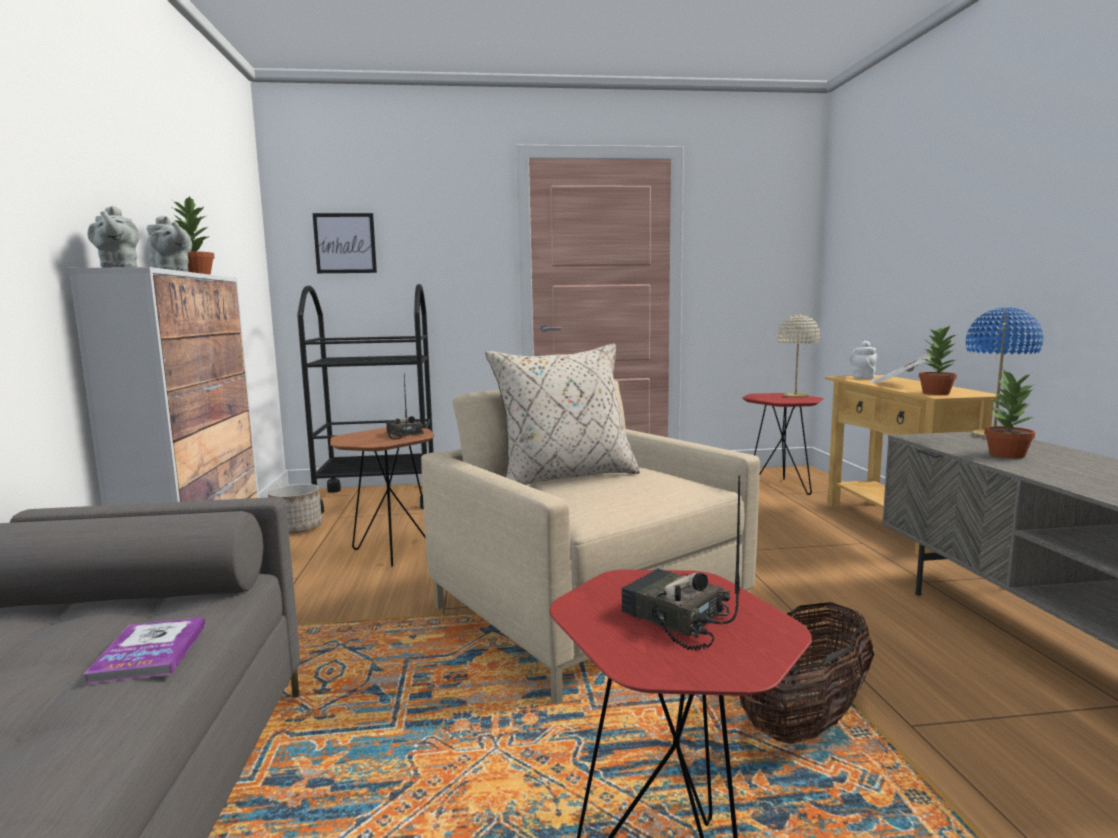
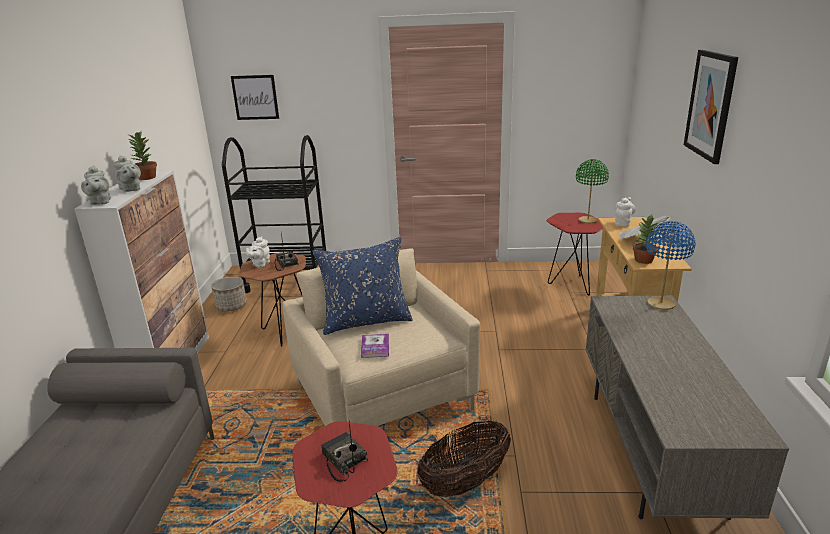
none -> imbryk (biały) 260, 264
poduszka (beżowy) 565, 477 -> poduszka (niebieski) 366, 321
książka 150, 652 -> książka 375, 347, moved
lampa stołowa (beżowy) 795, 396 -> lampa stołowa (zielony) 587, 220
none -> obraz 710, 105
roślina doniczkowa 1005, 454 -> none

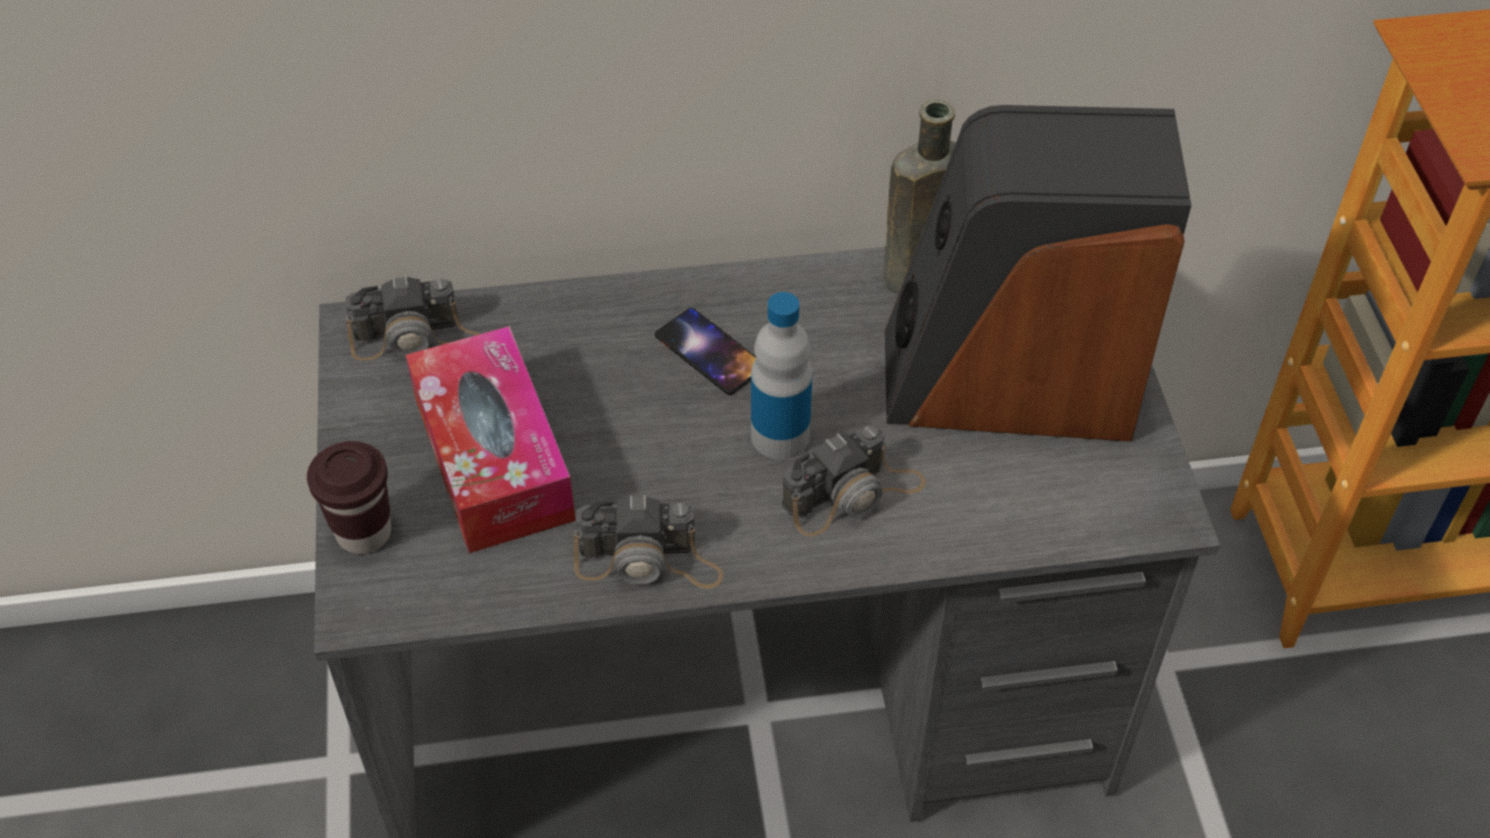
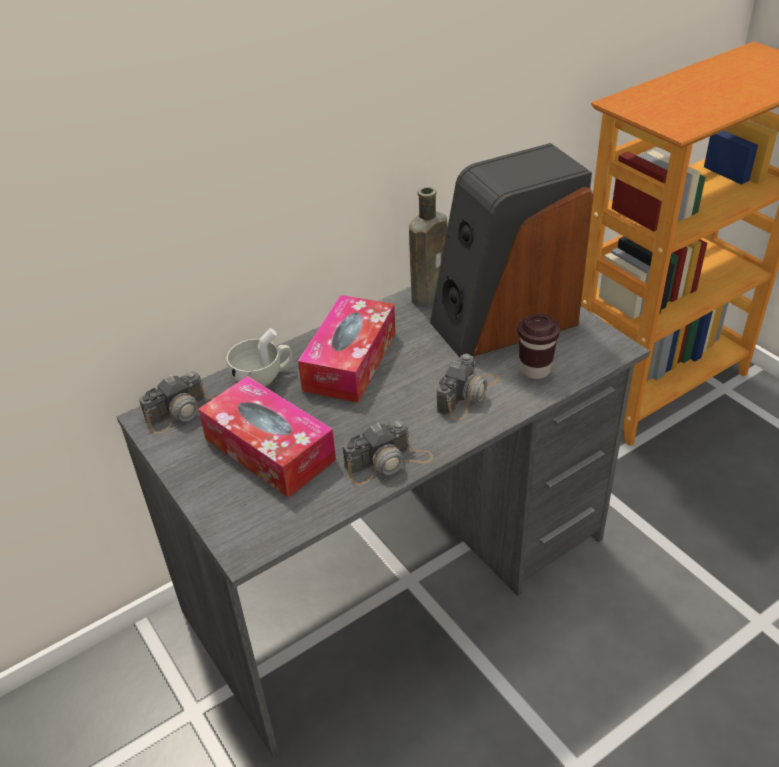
none -> filiżanka (biały) 263, 377
telefon 710, 352 -> pudełko chusteczek 350, 361
filiżanka (brązowy) 364, 533 -> filiżanka (brązowy) 535, 370, moved
butelka 780, 436 -> none

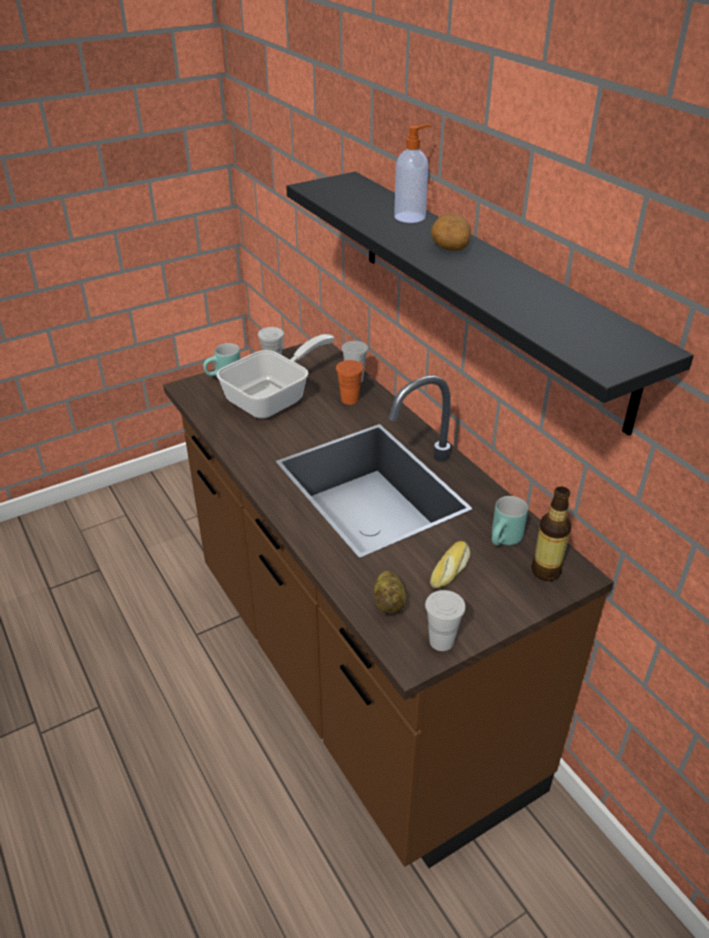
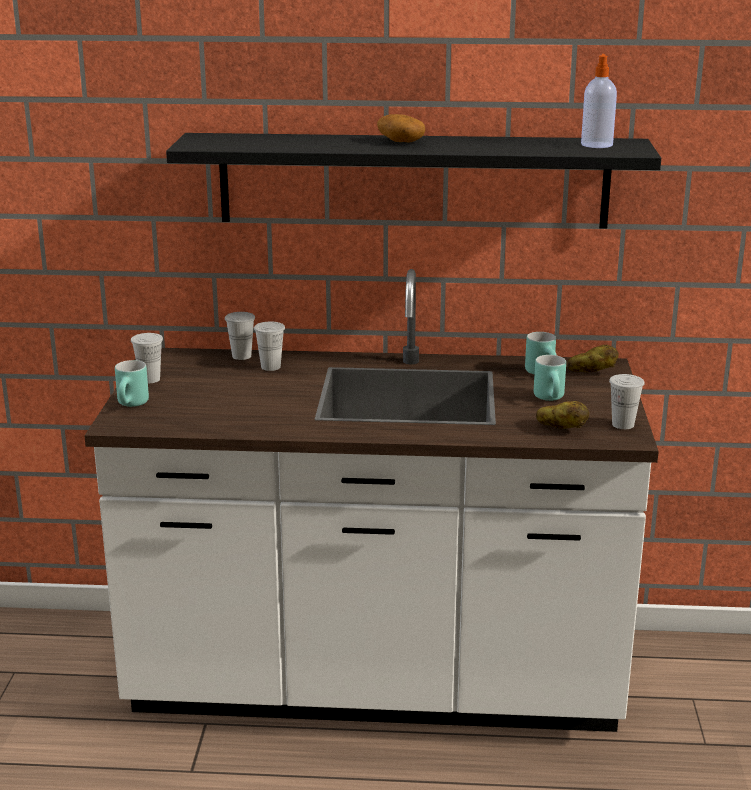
zabudowa kuchenna (brązowy) 354, 676 -> zabudowa kuchenna (biały) 375, 685
filiżanka (pomarańczowy) 349, 399 -> filiżanka (biały) 270, 367
chleb 451, 570 -> kubek (turkusowy) 552, 399
butelka 545, 571 -> ziemniak 592, 372
dozownik mydła 411, 217 -> dozownik mydła 596, 144, moved
patelnia 274, 398 -> none

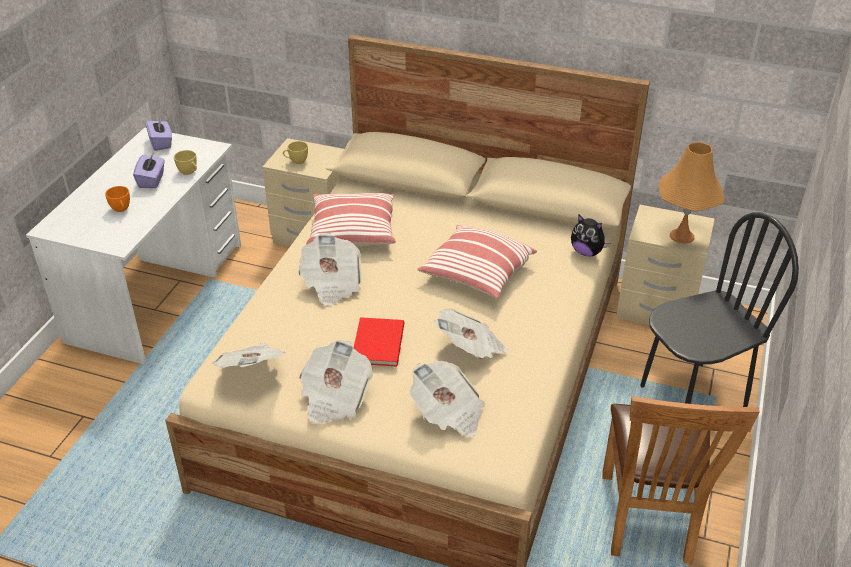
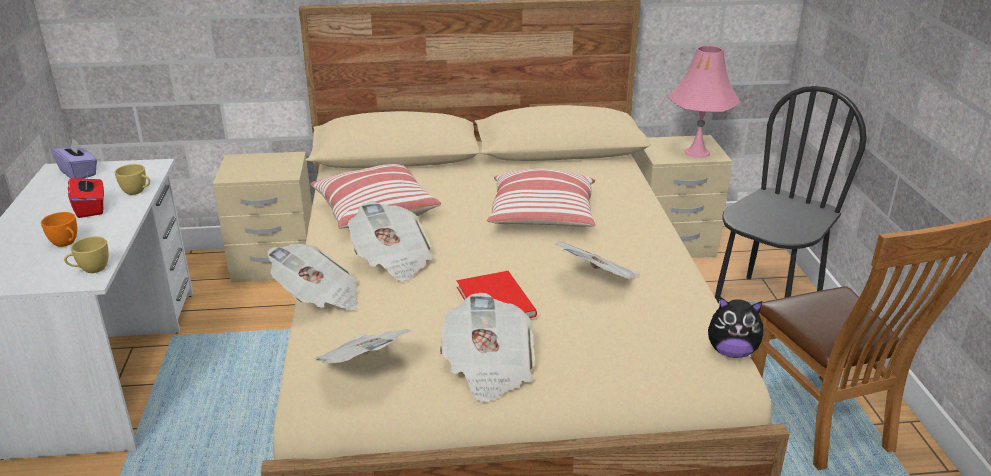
filiżanka (żółty) 296, 161 -> filiżanka (żółty) 90, 269, moved
pudełko chusteczek (fioletowy) 152, 180 -> pudełko chusteczek (czerwony) 91, 208
gazeta 448, 413 -> gazeta 319, 298, moved
lampa stołowa (pomarańczowy) 682, 236 -> lampa stołowa (różowy) 697, 152
pluszak 587, 252 -> pluszak 731, 352, moved

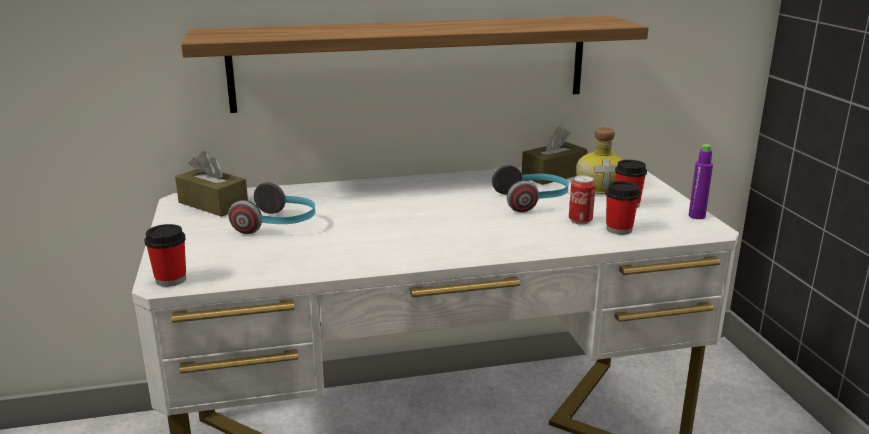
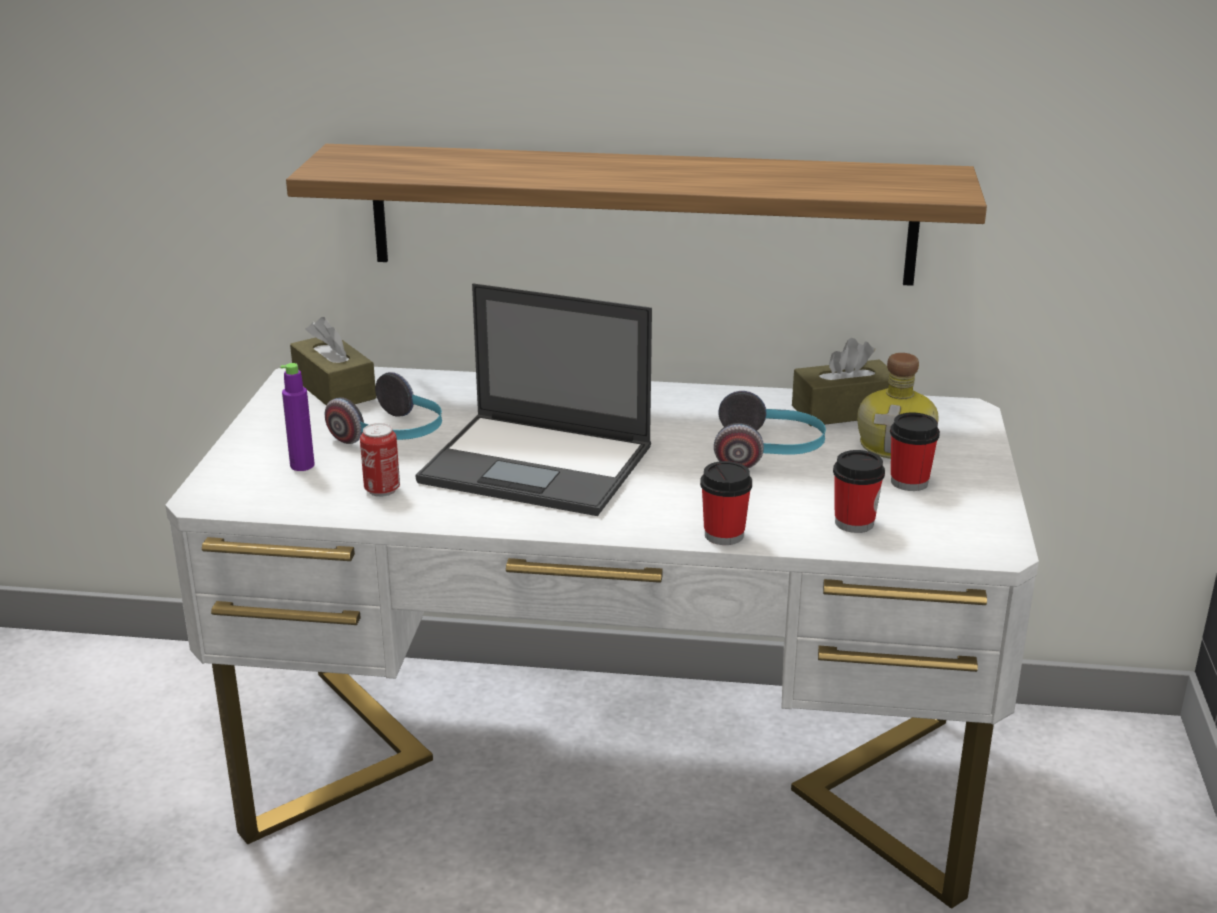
butelka (fioletowy) 696, 216 -> butelka (fioletowy) 302, 465, moved
puszka 580, 221 -> puszka 382, 490, moved
none -> laptop 539, 465
filiżanka 171, 280 -> filiżanka 724, 535, moved

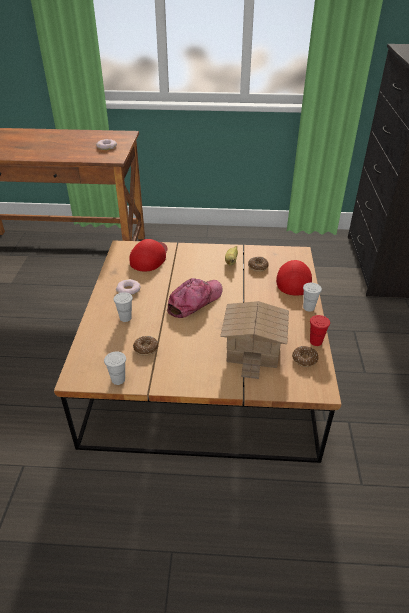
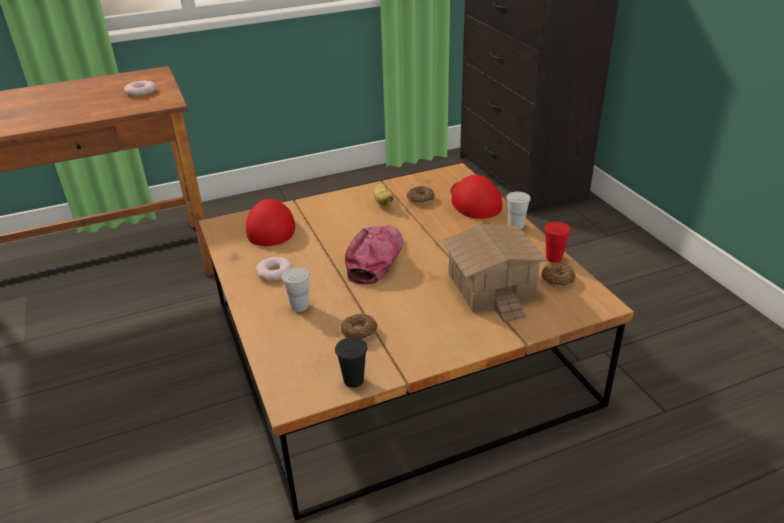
filiżanka (biały) 118, 379 -> filiżanka (czarny) 353, 380

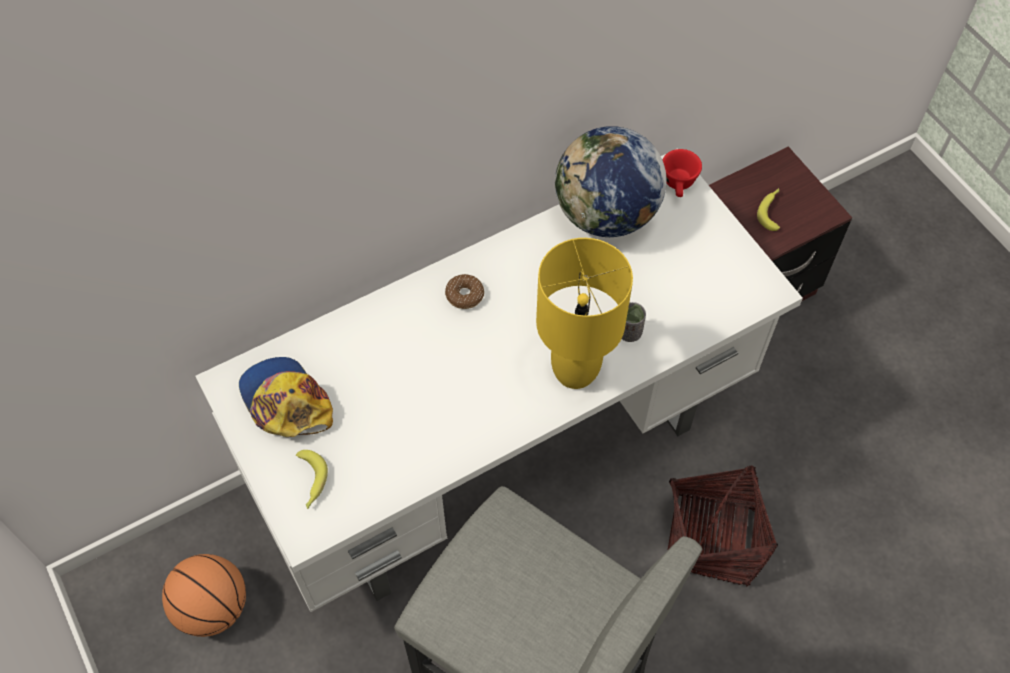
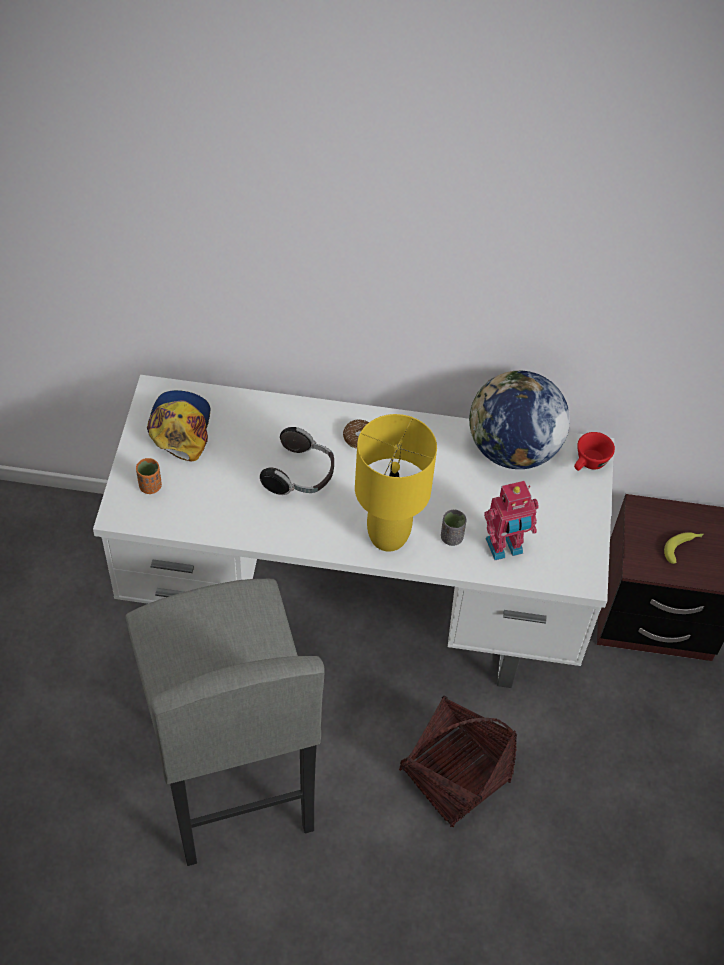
banan 310, 482 -> filiżanka (pomarańczowy) 150, 486
none -> słuchawki 300, 475
none -> robot zabawkowy 505, 548
piłka do koszykówki 213, 607 -> none

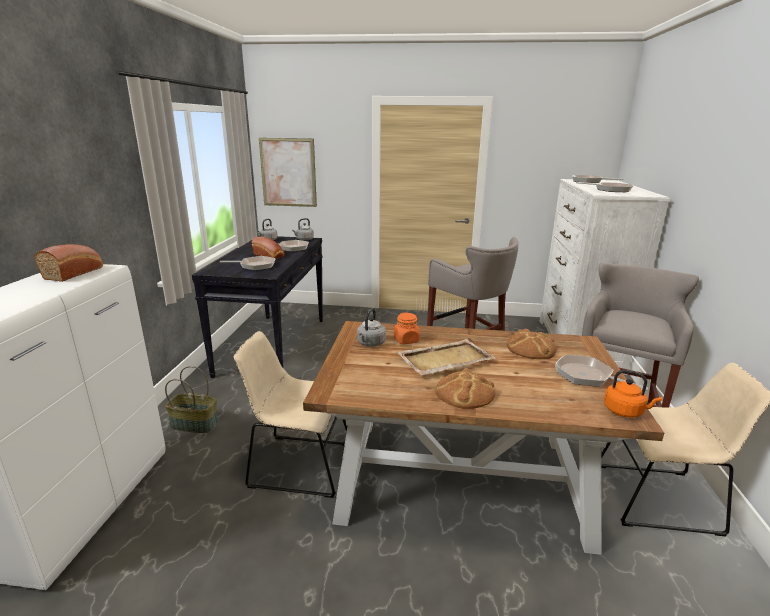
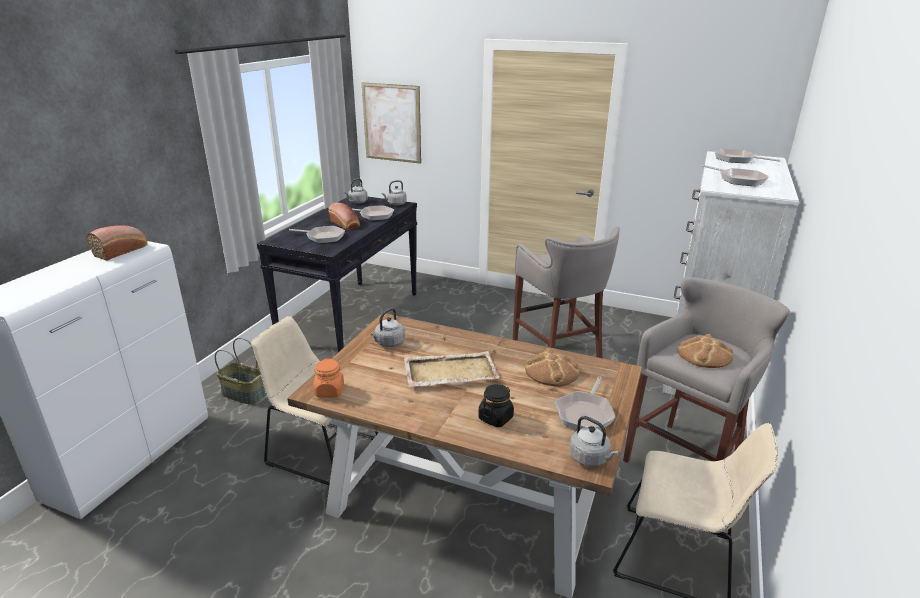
słoik (pomarańczowy) 406, 340 -> słoik (pomarańczowy) 329, 391, moved
none -> słoik (czarny) 495, 418
patelnia 587, 376 -> patelnia 585, 413, 120 degrees counterclockwise
czajnik (pomarańczowy) 625, 411 -> czajnik (szary) 590, 458
chleb 464, 392 -> chleb 704, 354, moved

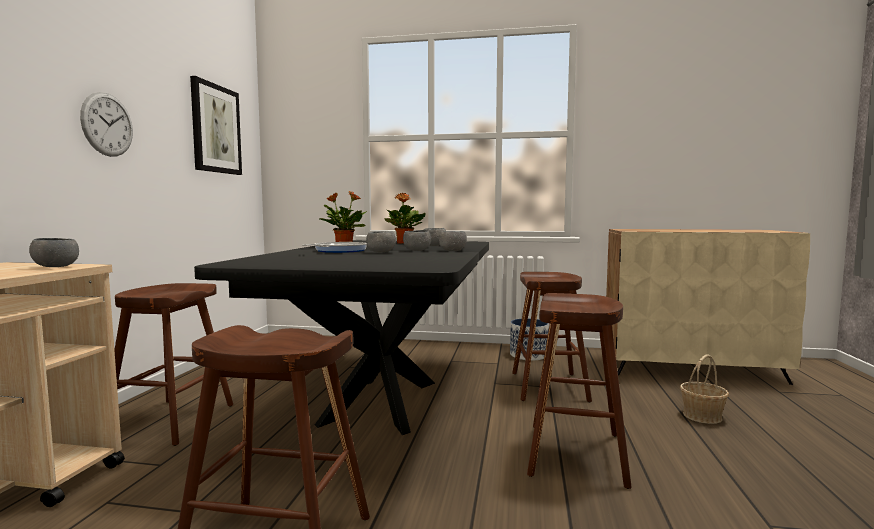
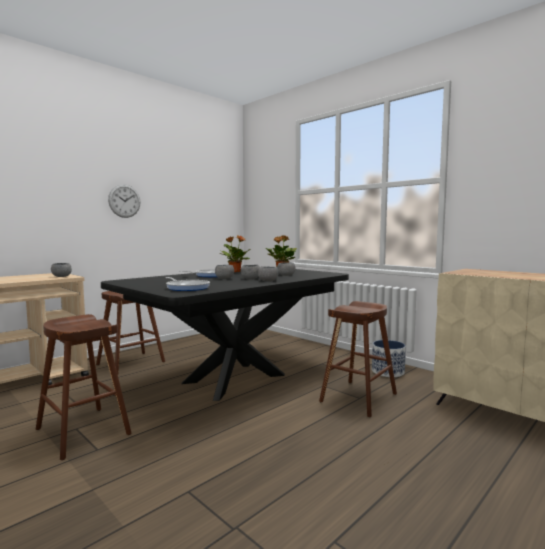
none -> patelnia 187, 288
obraz 215, 129 -> none
stołek (brązowy) 575, 453 -> none
koszyk 702, 416 -> none

